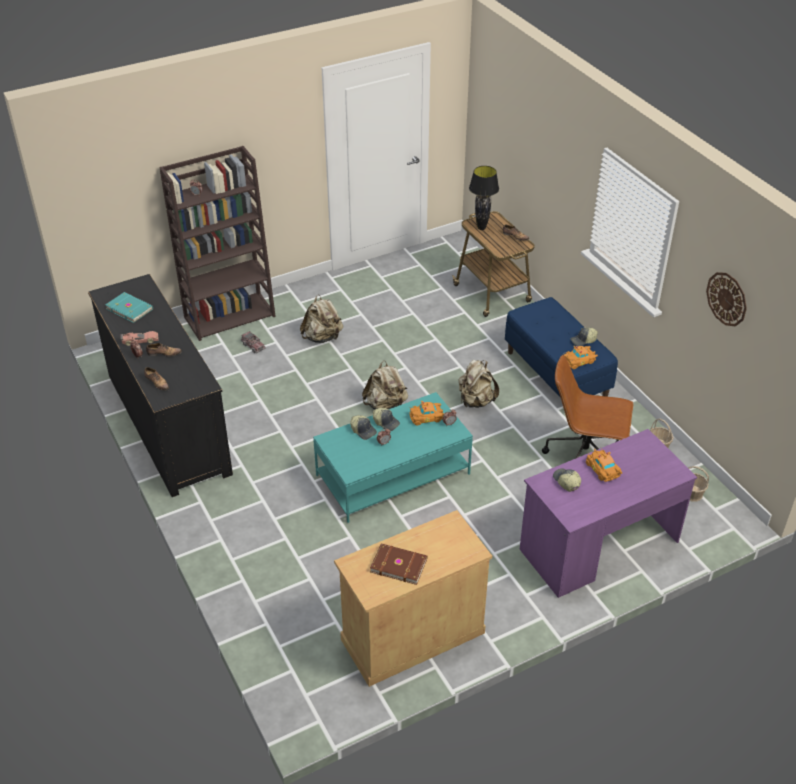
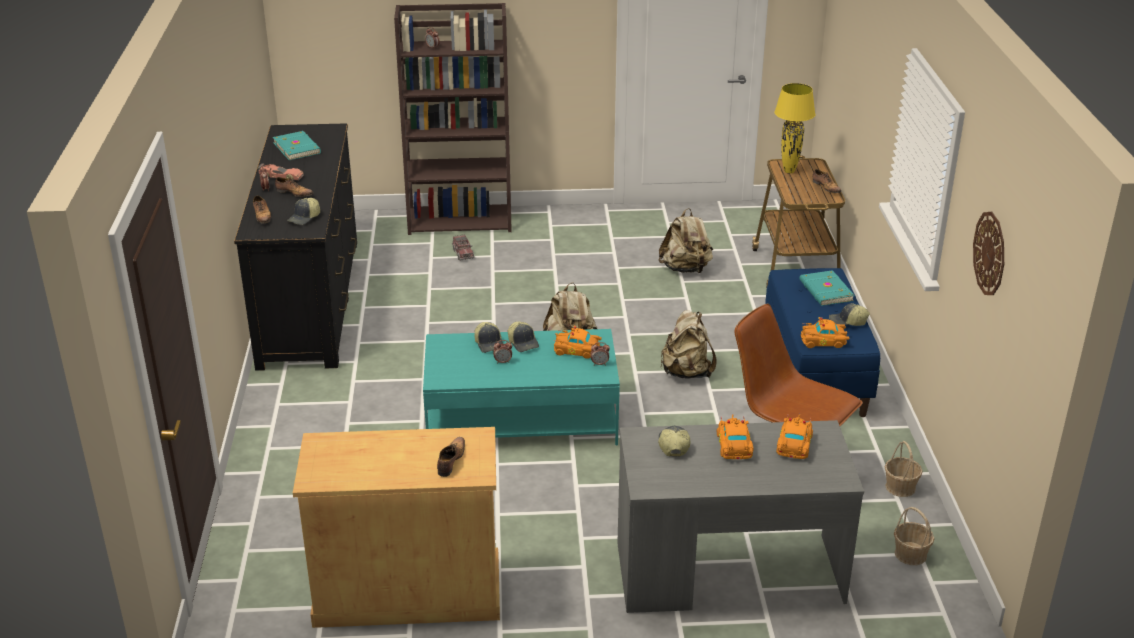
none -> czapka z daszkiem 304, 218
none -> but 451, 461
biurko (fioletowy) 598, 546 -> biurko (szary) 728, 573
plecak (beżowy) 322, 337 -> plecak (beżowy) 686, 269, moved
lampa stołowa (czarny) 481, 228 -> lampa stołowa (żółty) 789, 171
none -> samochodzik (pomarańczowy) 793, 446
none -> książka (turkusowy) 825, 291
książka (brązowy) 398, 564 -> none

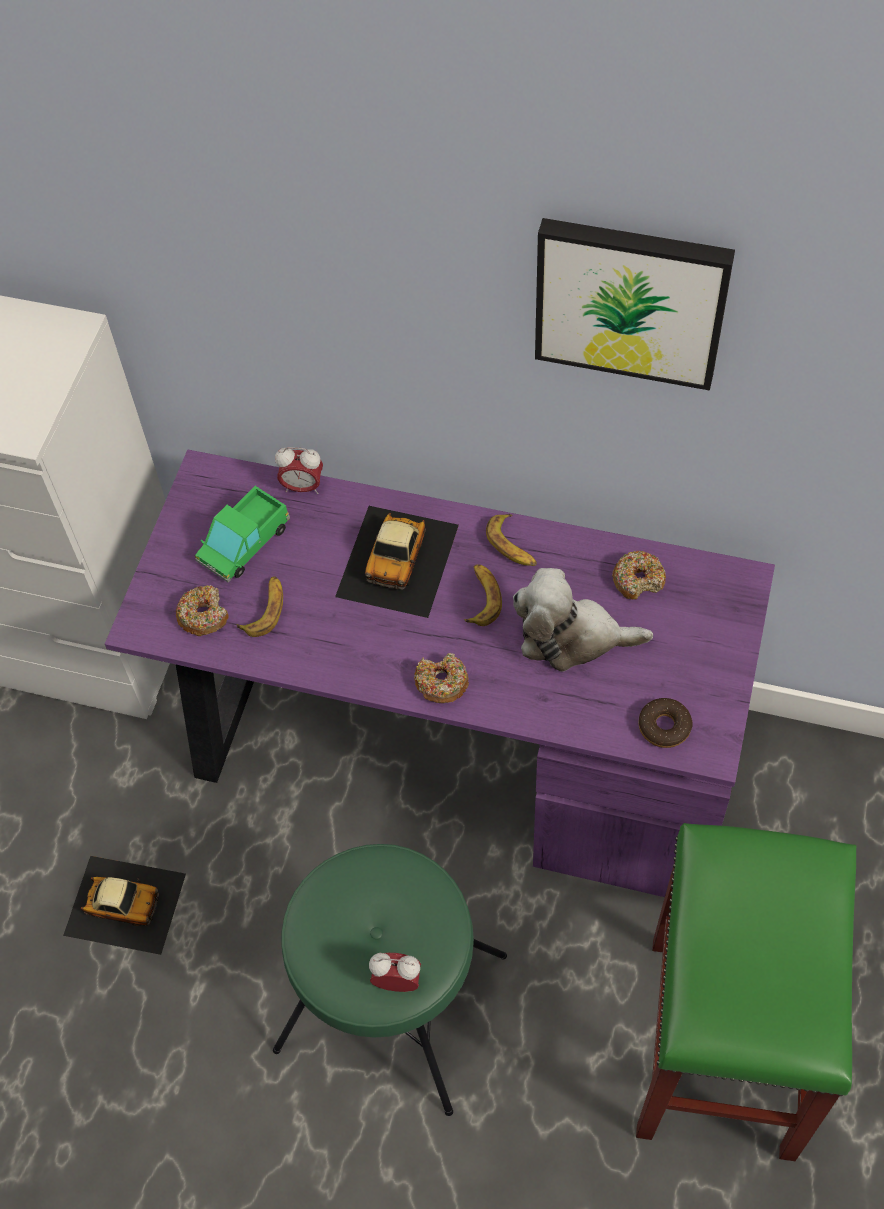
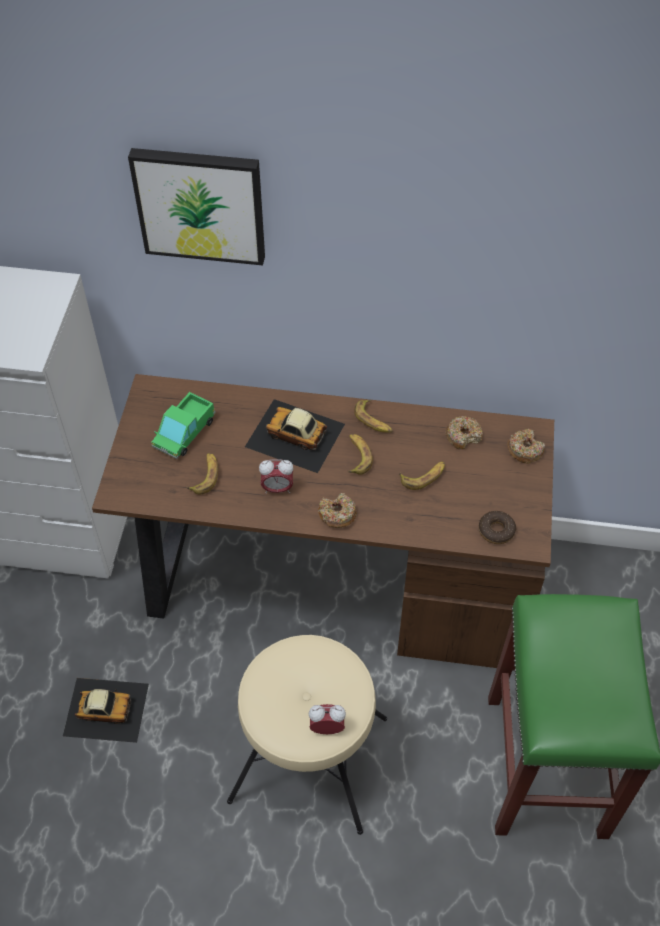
biurko (fioletowy) 452, 751 -> biurko (brązowy) 330, 581
obraz 631, 300 -> obraz 200, 204, moved
stołek (zielony) 391, 1004 -> stołek (beżowy) 308, 761
samochodzik 398, 560 -> samochodzik 295, 435, 105 degrees clockwise
budzik 302, 487 -> budzik 277, 488, moved
pluszak 572, 636 -> banan 423, 477
donut 203, 615 -> donut 524, 450, moved

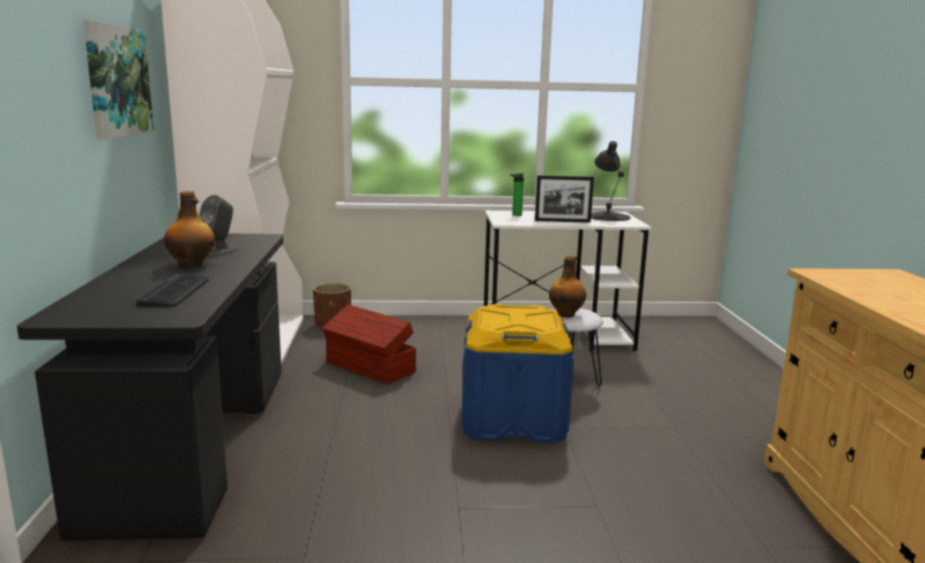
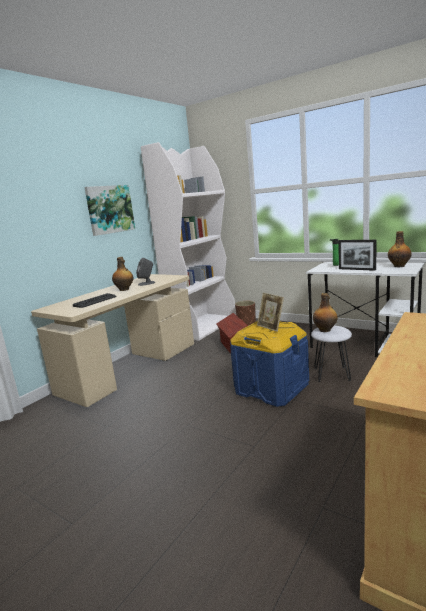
biurko (czarny) 196, 441 -> biurko (beżowy) 131, 368
none -> ramka na zdjęcie 271, 327
lampa stołowa (czarny) 608, 216 -> butelka 399, 266

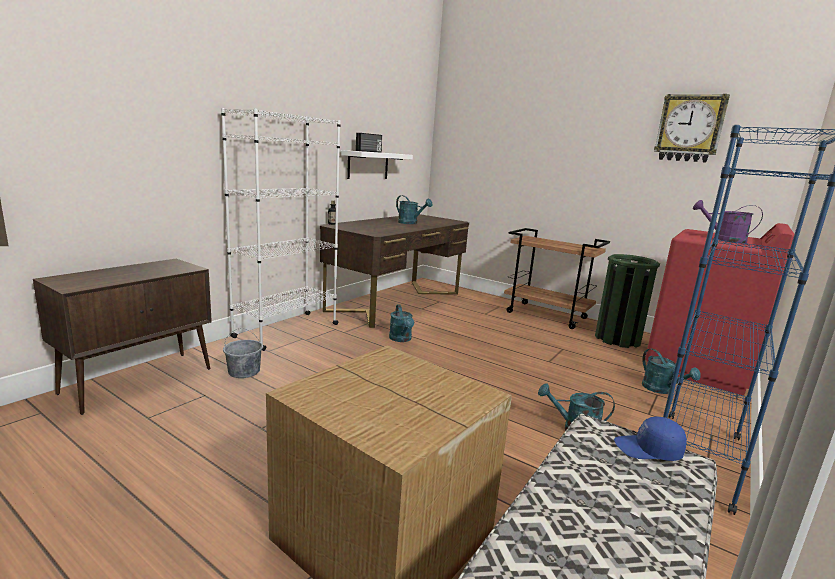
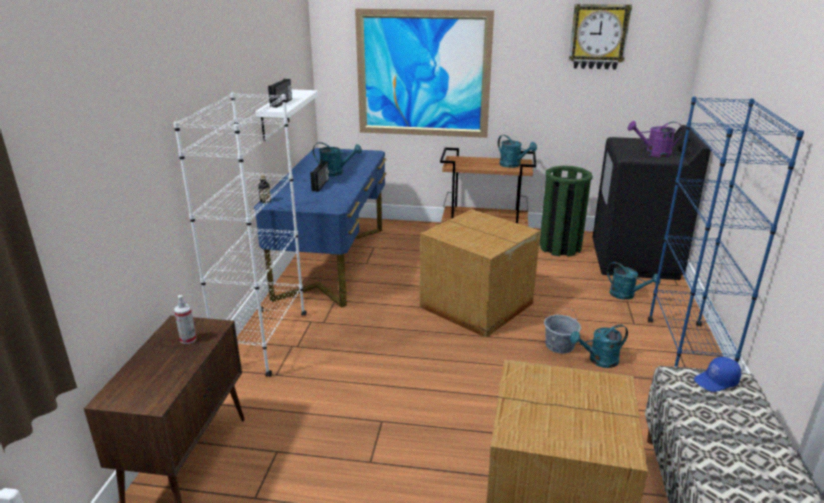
none -> spryskiwacz 188, 339
biurko (brązowy) 396, 302 -> biurko (niebieski) 332, 261
none -> radio 321, 185
none -> obraz 423, 74
none -> karton 476, 306
konewka (turkusowy) 401, 339 -> konewka (turkusowy) 513, 165, moved
wiadro (szary) 244, 372 -> wiadro (szary) 560, 345, moved
pralka (czerwony) 697, 367 -> pralka (czarny) 635, 260

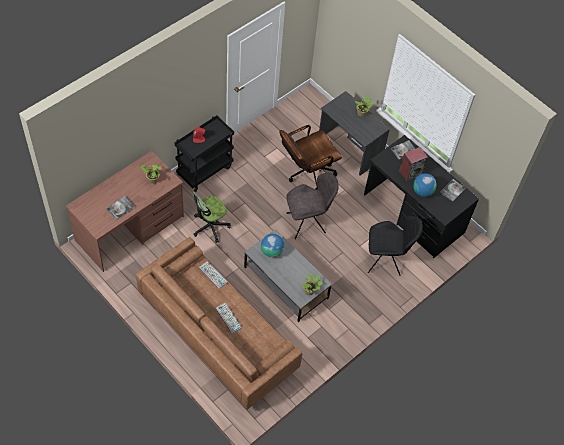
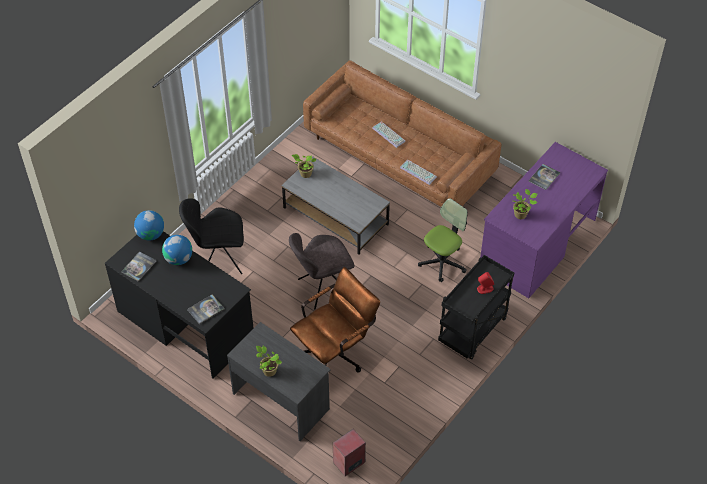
globus 271, 251 -> globus 151, 234, moved
głośnik 411, 172 -> głośnik 349, 463, moved
biurko (brązowy) 130, 228 -> biurko (fioletowy) 537, 244

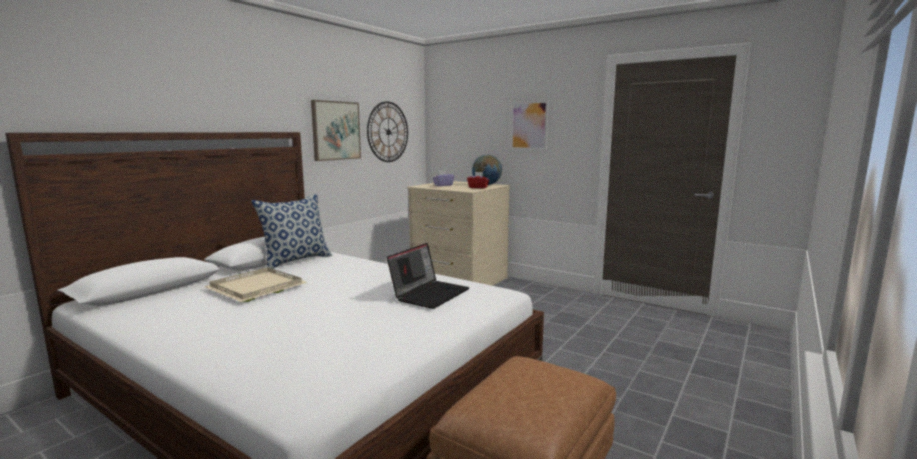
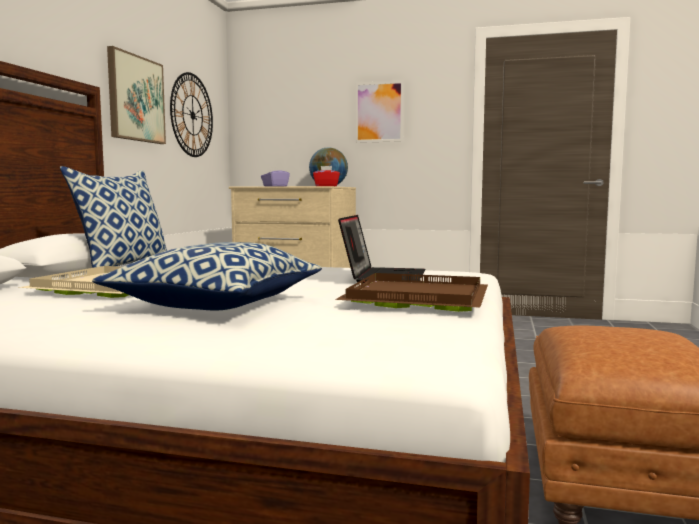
none -> poduszka 216, 304
none -> taca (brązowy) 415, 297

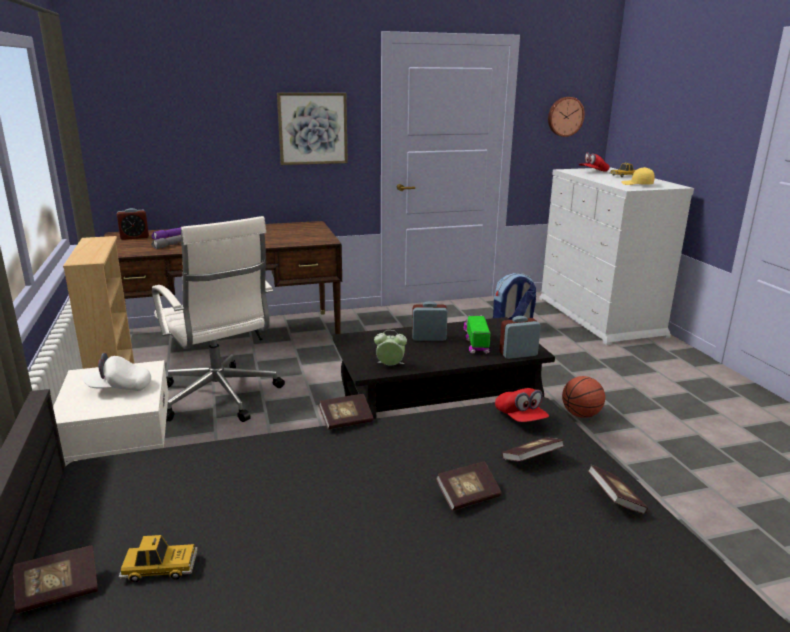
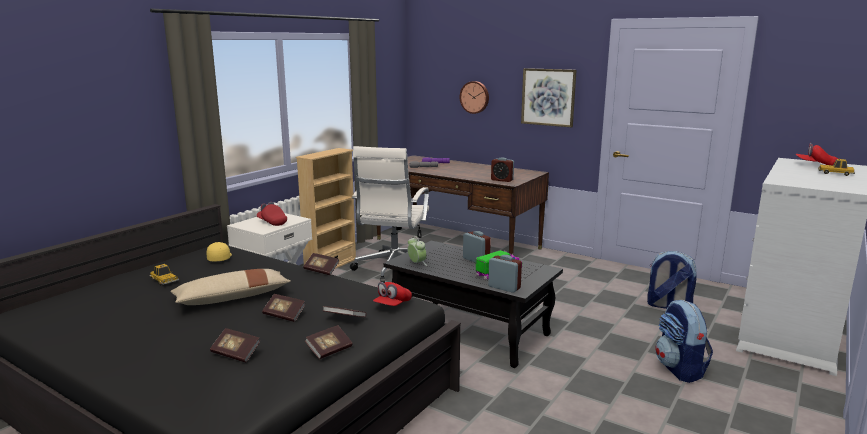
none -> poduszka (beżowy) 232, 298
czapka z daszkiem (żółty) 637, 184 -> czapka z daszkiem (żółty) 219, 258, moved
książka 58, 591 -> książka 236, 353, moved
czapka z daszkiem (biały) 119, 388 -> czapka z daszkiem (czerwony) 272, 222
zegar ścienny 565, 116 -> zegar ścienny 475, 97, moved
budzik 134, 237 -> budzik 502, 180, moved
none -> plecak 680, 369
piłka do koszykówki 581, 414 -> none

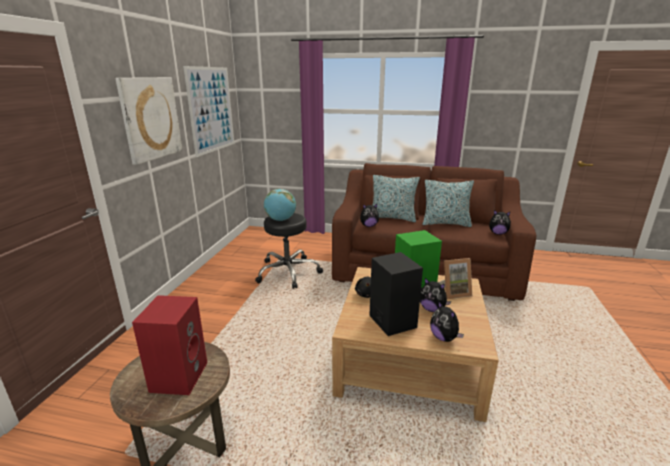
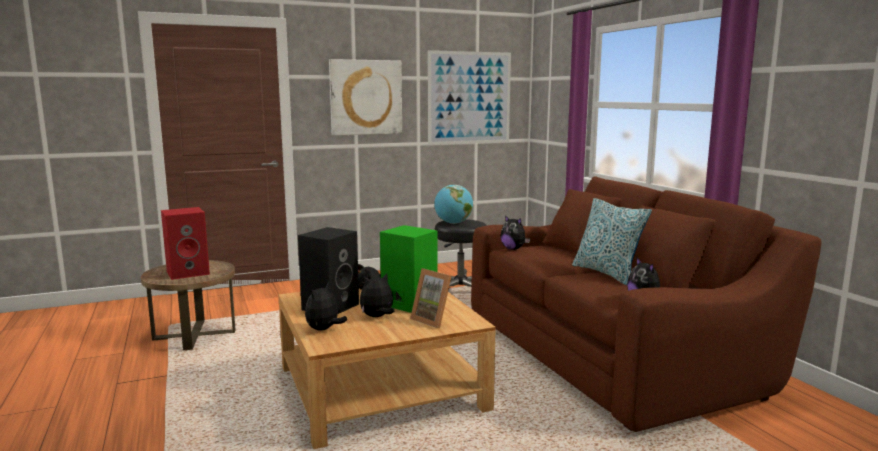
pluszak 432, 309 -> pluszak 377, 317, 60 degrees clockwise
poduszka 392, 218 -> none

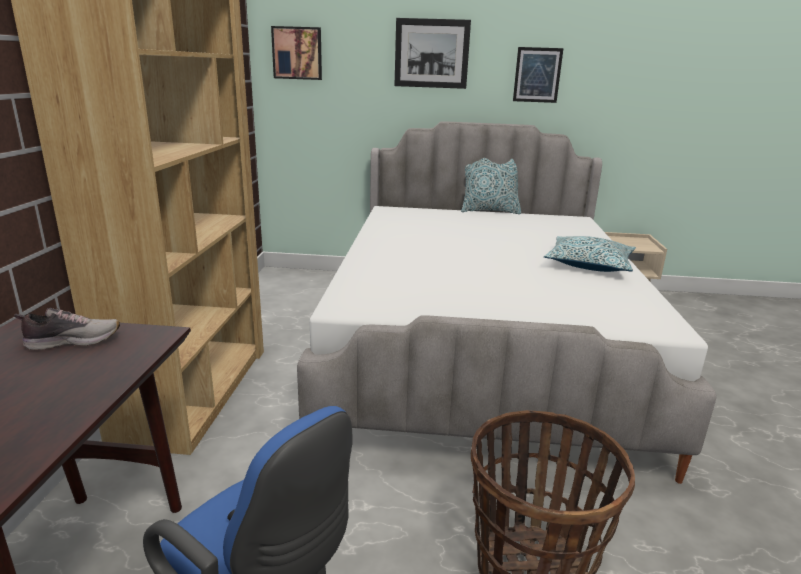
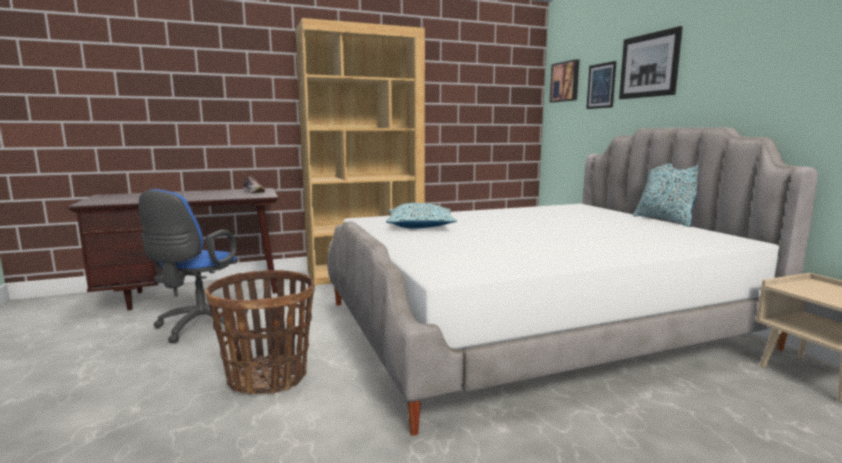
poduszka 589, 264 -> poduszka 420, 226, moved
obraz 537, 75 -> obraz 601, 86, moved

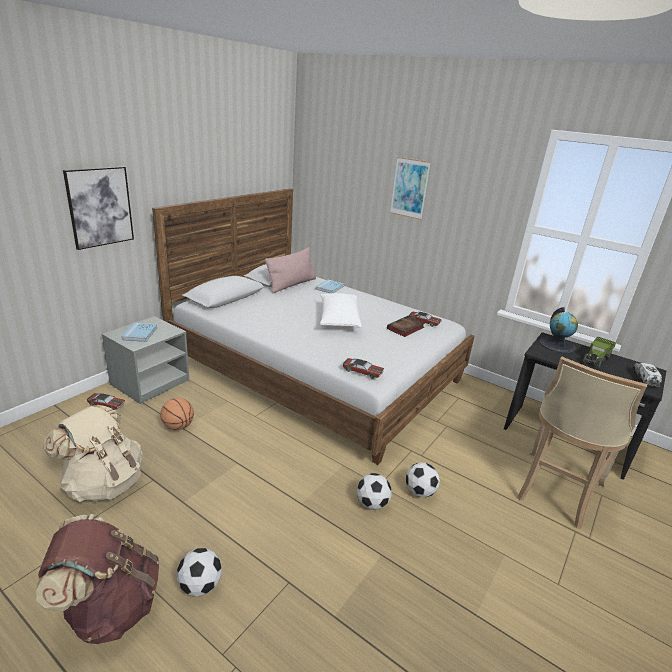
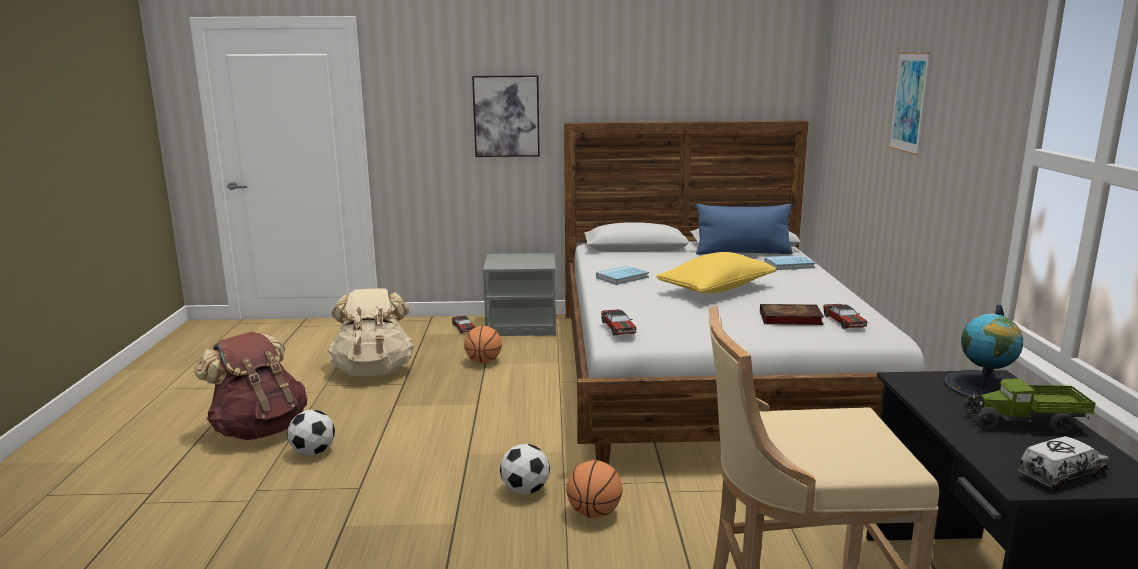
piłka futbolowa 420, 492 -> piłka do koszykówki 594, 513
książka (niebieski) 140, 333 -> książka (niebieski) 622, 277, moved
poduszka (biały) 338, 319 -> poduszka (żółty) 716, 289
poduszka (różowy) 291, 284 -> poduszka (niebieski) 743, 253

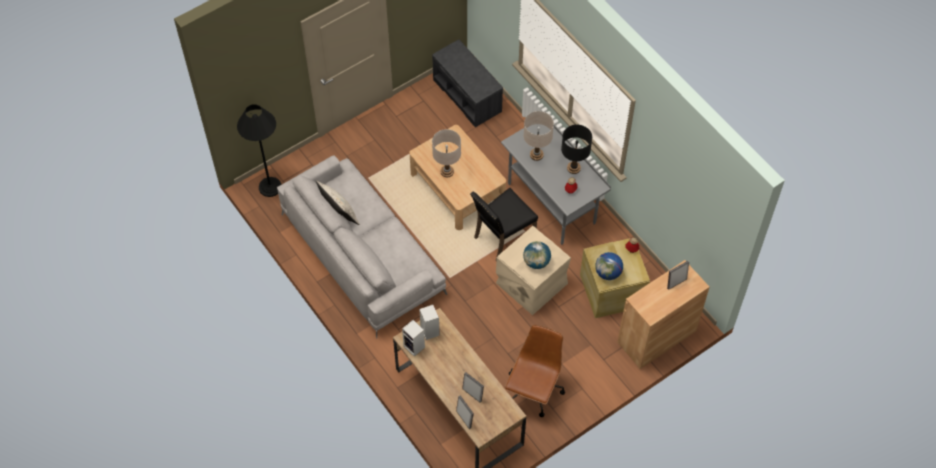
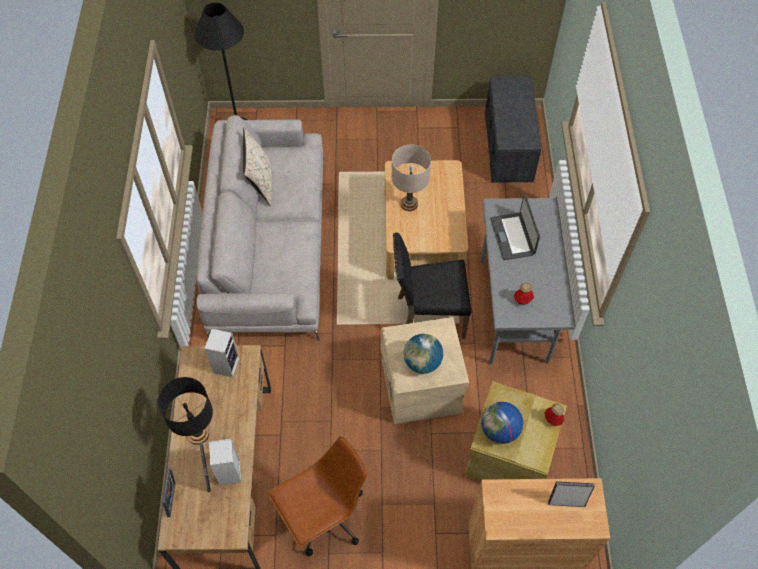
lampa stołowa (czarny) 573, 168 -> lampa stołowa (czarny) 198, 434, moved
głośnik 415, 347 -> głośnik 230, 473, moved
lampa stołowa (beżowy) 536, 155 -> laptop 513, 236

